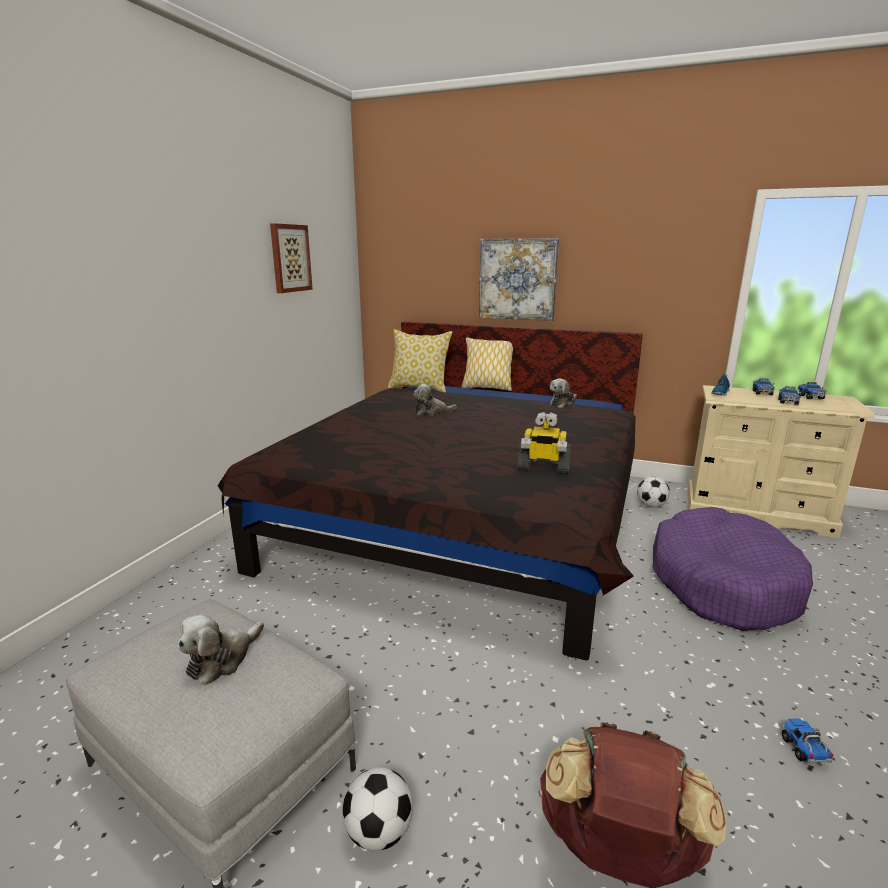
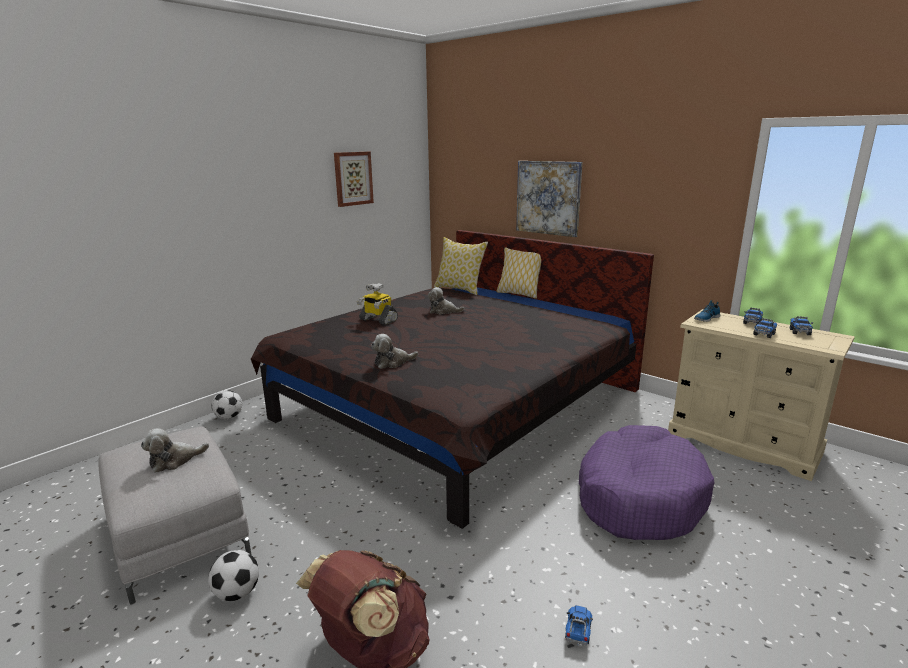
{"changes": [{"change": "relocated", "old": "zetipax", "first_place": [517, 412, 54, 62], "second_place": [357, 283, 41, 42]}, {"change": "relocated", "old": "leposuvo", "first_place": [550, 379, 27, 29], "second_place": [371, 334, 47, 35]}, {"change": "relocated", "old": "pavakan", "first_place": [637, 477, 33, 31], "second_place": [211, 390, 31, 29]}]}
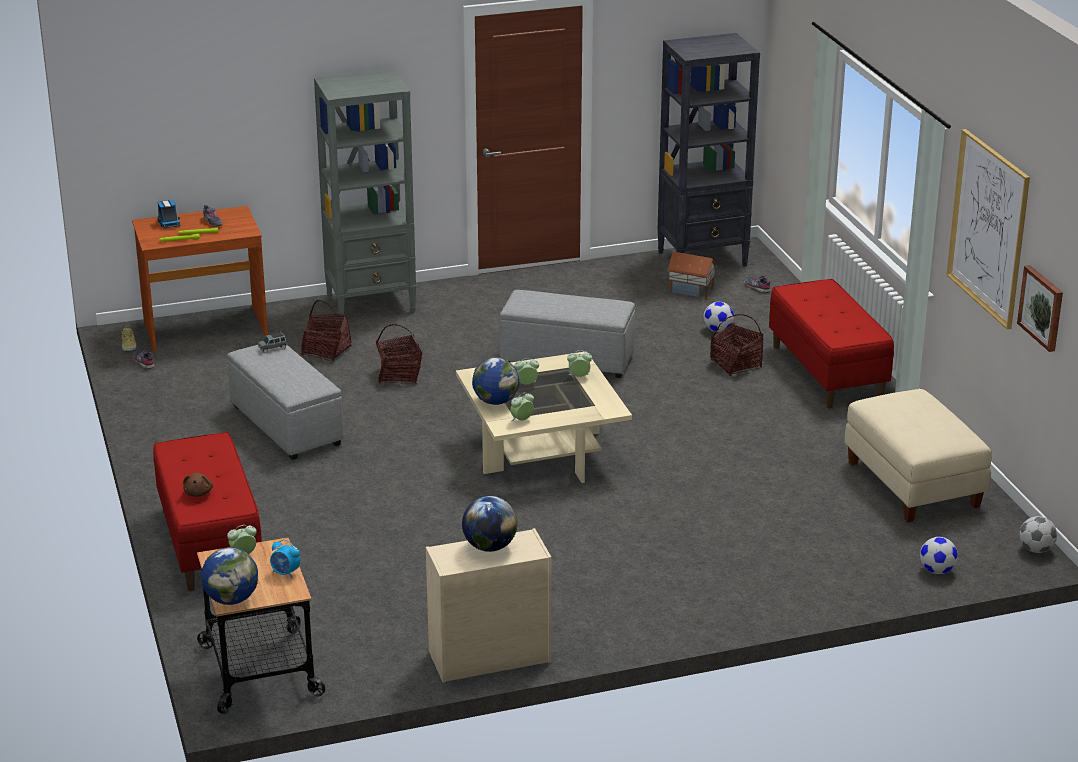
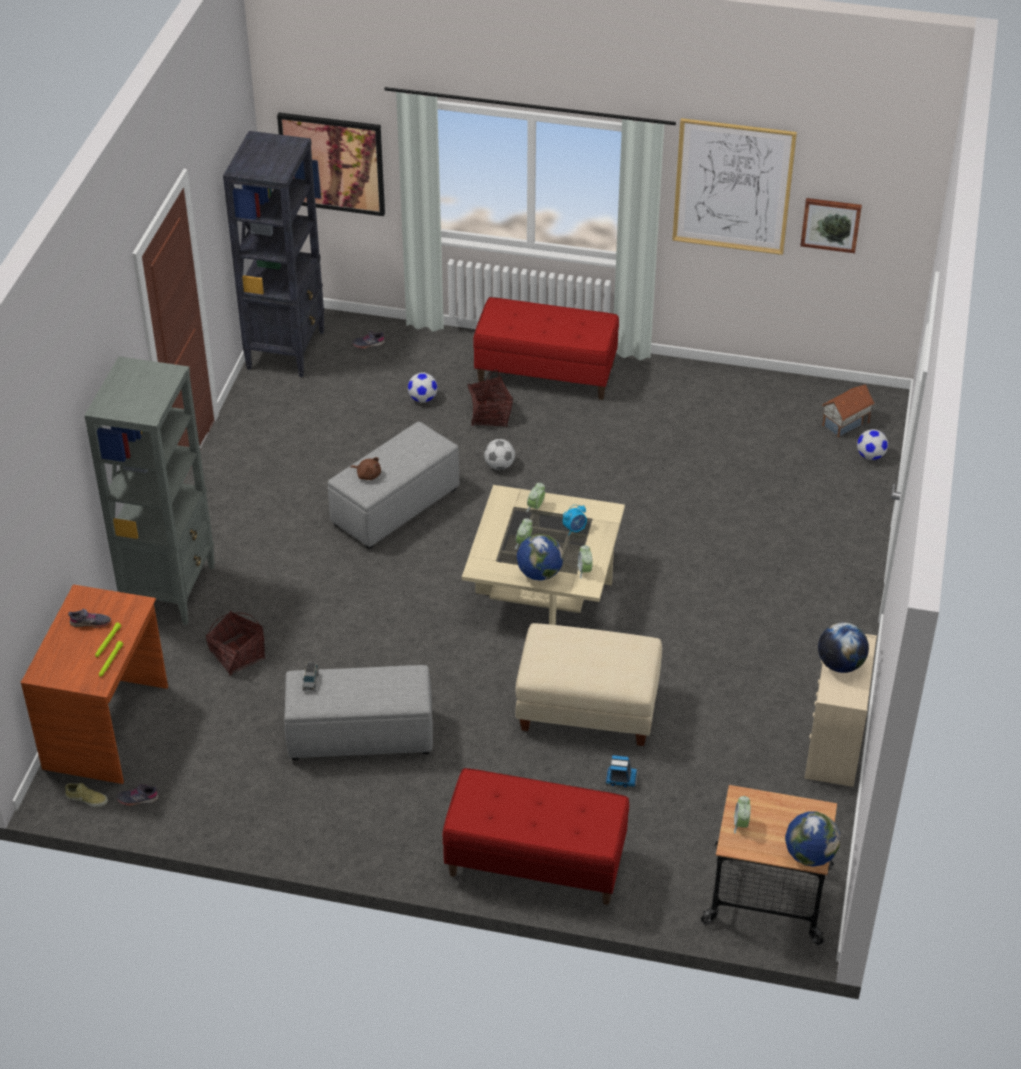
{"changes": [{"change": "missing", "old": "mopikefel", "first_place": [376, 324, 46, 60]}, {"change": "appeared", "new": "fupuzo", "second_place": [277, 113, 108, 103]}, {"change": "relocated", "old": "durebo", "first_place": [157, 200, 23, 28], "second_place": [605, 755, 33, 32]}, {"change": "relocated", "old": "brown_leposuvo", "first_place": [183, 473, 30, 24], "second_place": [350, 457, 31, 23]}, {"change": "relocated", "old": "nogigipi", "first_place": [270, 539, 30, 39], "second_place": [563, 505, 24, 30]}, {"change": "relocated", "old": "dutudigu", "first_place": [667, 252, 50, 48], "second_place": [822, 385, 53, 52]}, {"change": "relocated", "old": "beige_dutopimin", "first_place": [844, 389, 148, 133], "second_place": [515, 623, 147, 123]}, {"change": "relocated", "old": "pavakan", "first_place": [1019, 516, 38, 37], "second_place": [484, 439, 31, 31]}]}
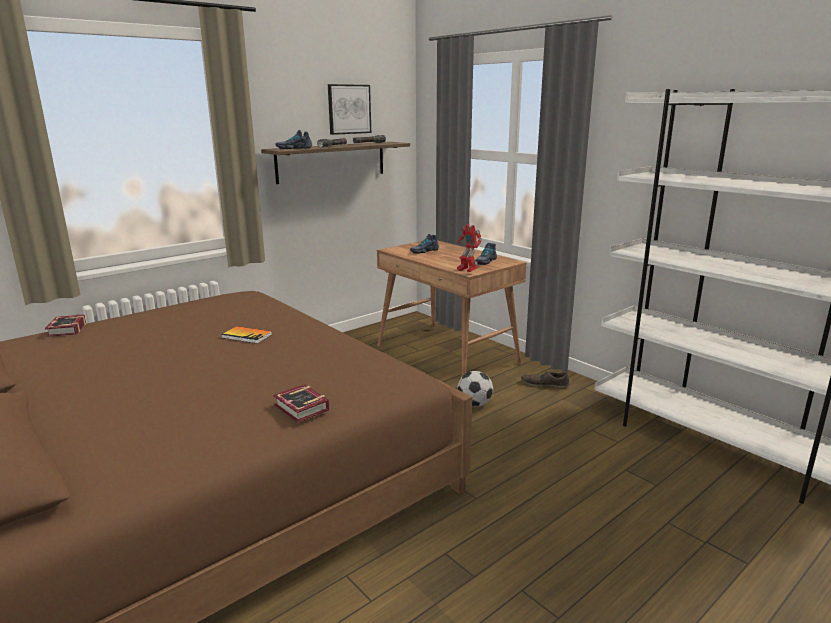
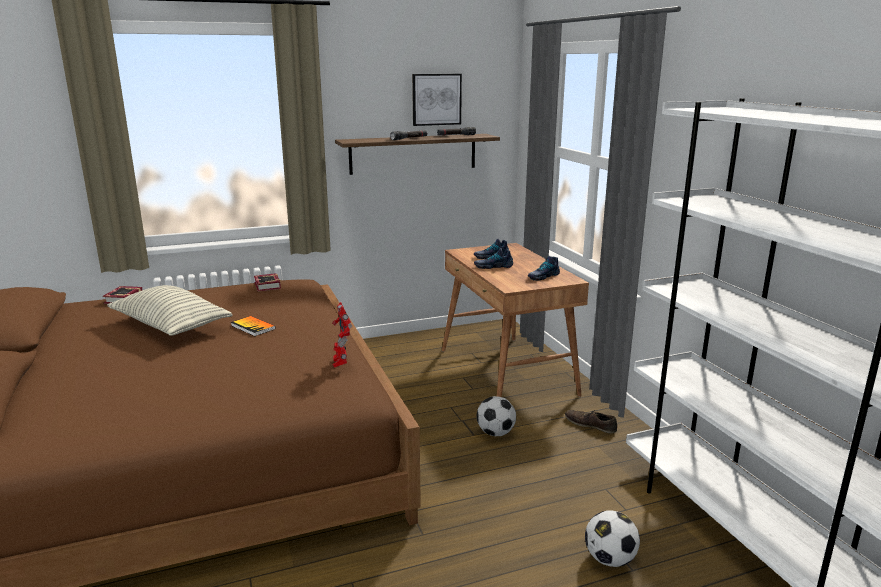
{"changes": [{"change": "appeared", "new": "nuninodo", "second_place": [107, 285, 126, 51]}, {"change": "appeared", "new": "pavakan", "second_place": [585, 510, 55, 57]}, {"change": "relocated", "old": "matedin", "first_place": [273, 384, 56, 39], "second_place": [254, 273, 27, 18]}, {"change": "relocated", "old": "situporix", "first_place": [275, 130, 37, 19], "second_place": [474, 248, 39, 21]}, {"change": "relocated", "old": "zetipax", "first_place": [457, 224, 25, 48], "second_place": [332, 302, 20, 66]}]}
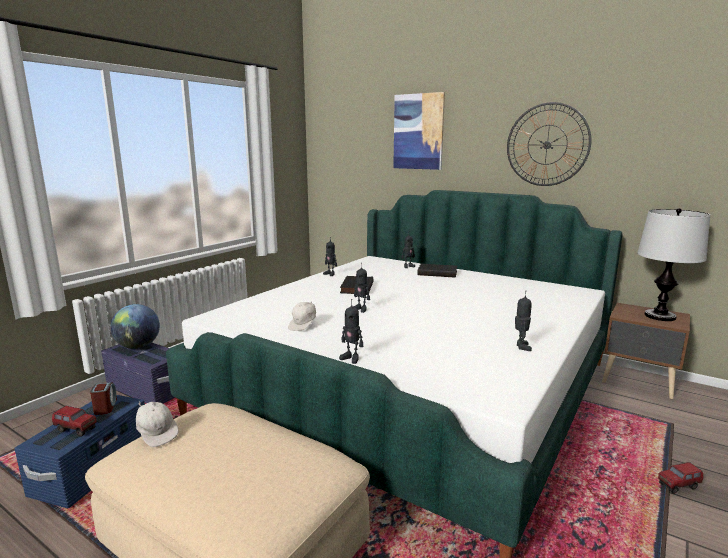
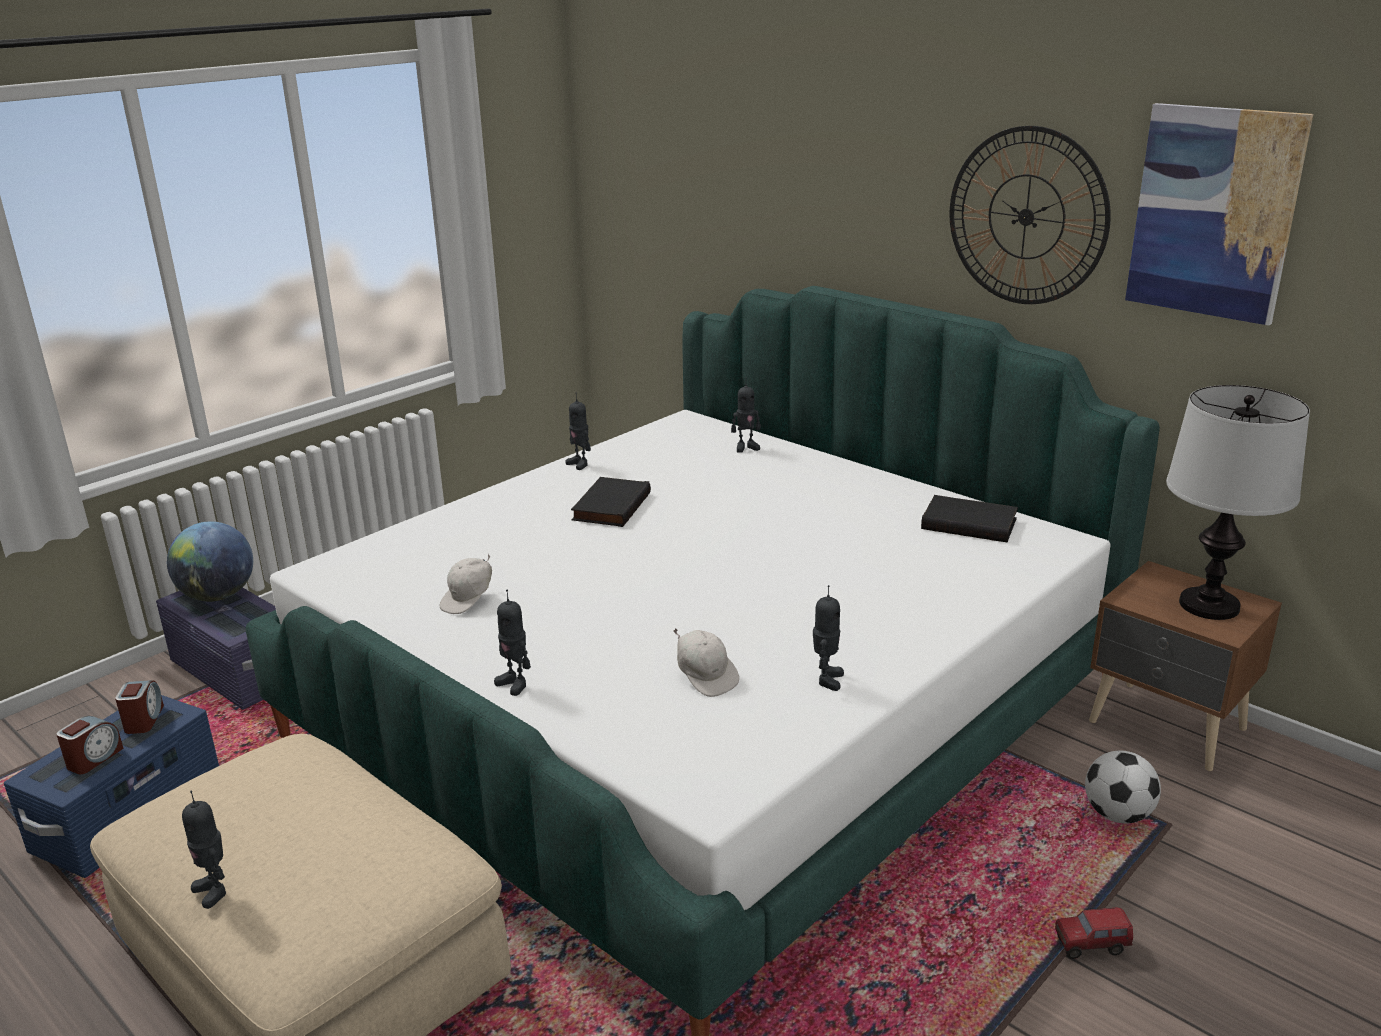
{"changes": [{"change": "appeared", "new": "pavakan", "second_place": [1085, 750, 76, 74]}, {"change": "relocated", "old": "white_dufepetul", "first_place": [136, 402, 43, 45], "second_place": [673, 628, 66, 69]}, {"change": "relocated", "old": "zetipax", "first_place": [353, 263, 17, 50], "second_place": [182, 791, 44, 118]}, {"change": "relocated", "old": "fupuzo", "first_place": [393, 92, 52, 78], "second_place": [1125, 103, 188, 223]}, {"change": "relocated", "old": "black_matedin", "first_place": [417, 264, 40, 14], "second_place": [921, 495, 97, 47]}, {"change": "exchanged", "old": "durebo", "new": "nogigipi", "first_place": [52, 406, 45, 31], "second_place": [56, 716, 68, 58]}]}
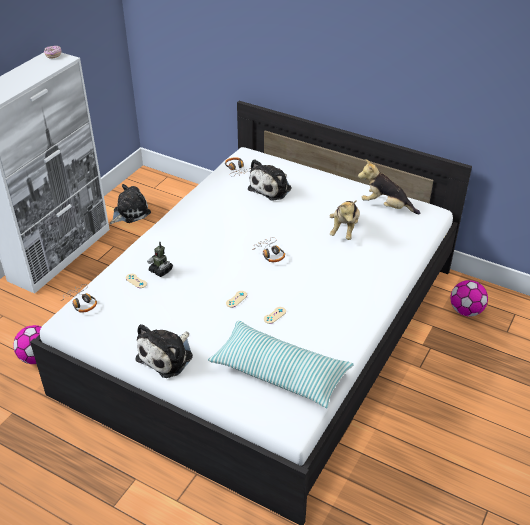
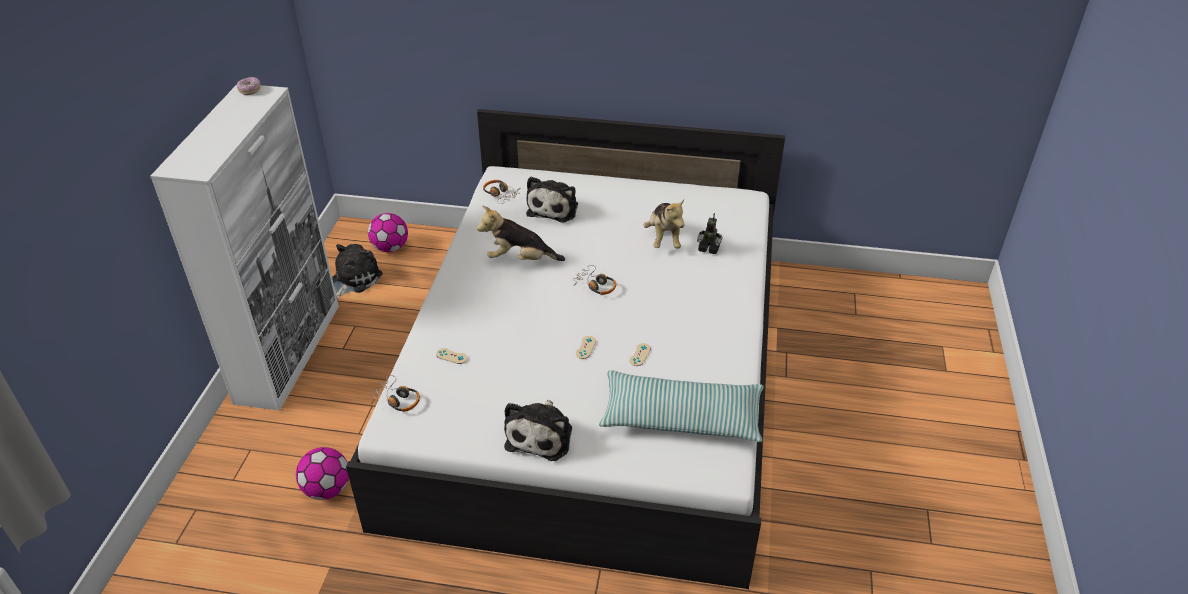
{"changes": [{"change": "relocated", "old": "zetipax", "first_place": [147, 242, 26, 35], "second_place": [697, 213, 26, 41]}, {"change": "relocated", "old": "leposuvo", "first_place": [358, 159, 62, 55], "second_place": [477, 206, 88, 55]}, {"change": "relocated", "old": "pavakan", "first_place": [450, 280, 38, 37], "second_place": [368, 213, 40, 39]}]}
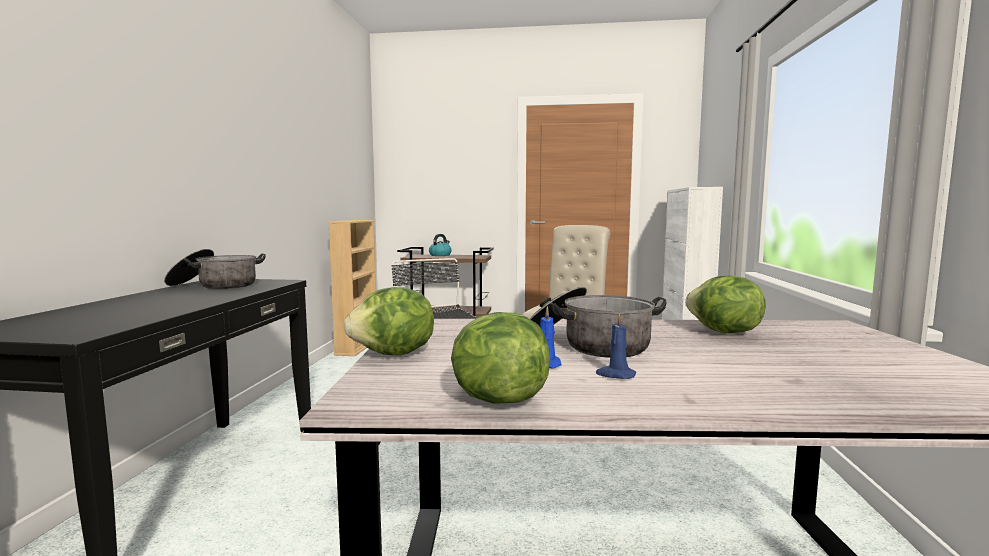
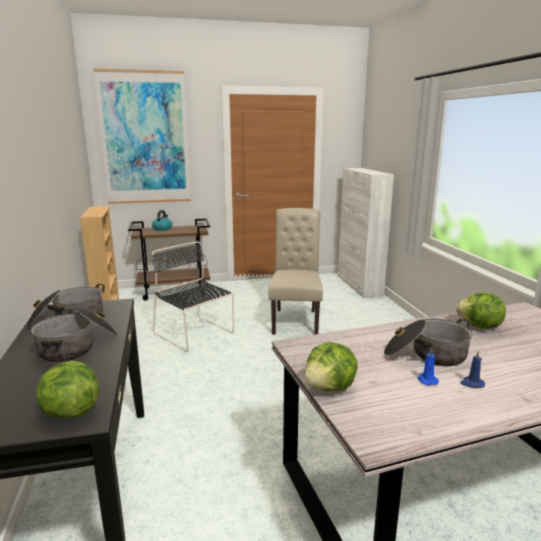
{"changes": [{"change": "appeared", "new": "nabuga", "second_place": [31, 307, 87, 55]}, {"change": "appeared", "new": "fupuzo", "second_place": [93, 69, 98, 135]}, {"change": "relocated", "old": "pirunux", "first_place": [451, 312, 99, 92], "second_place": [36, 361, 63, 57]}]}
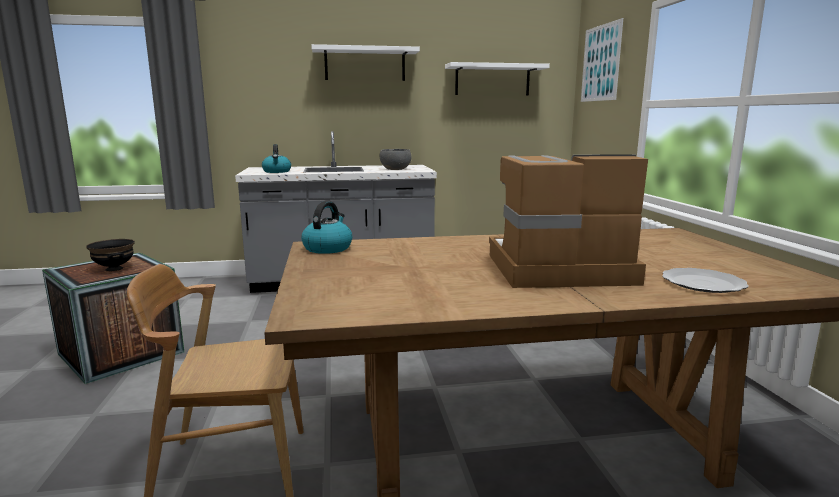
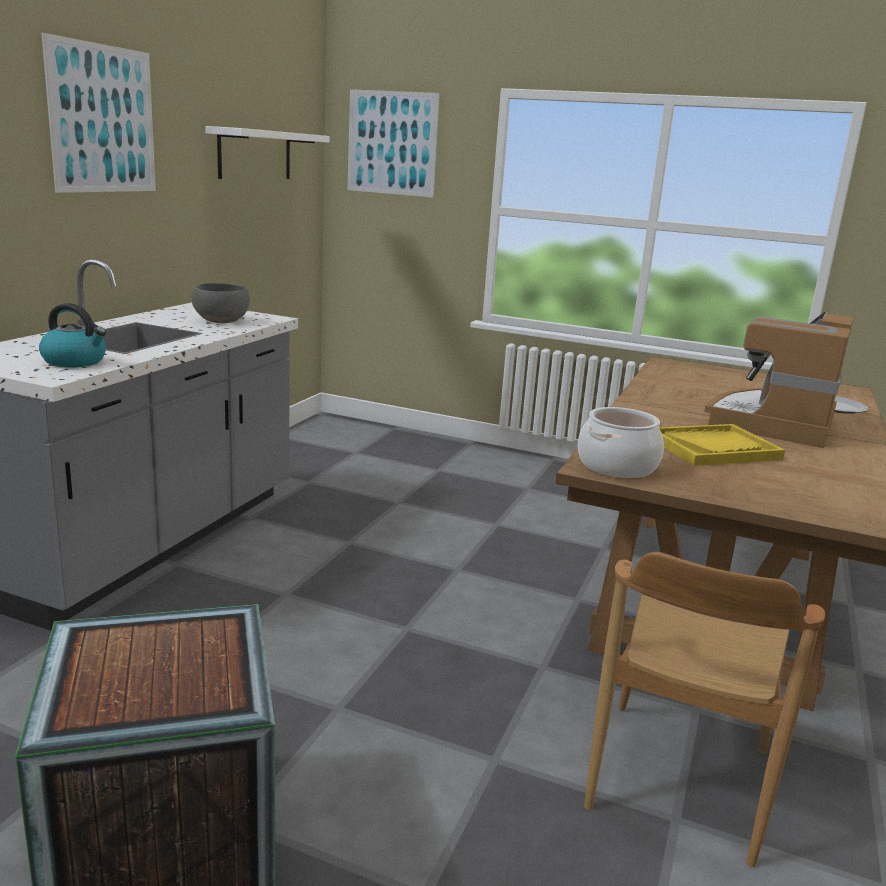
{"changes": [{"change": "missing", "old": "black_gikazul", "first_place": [86, 239, 49, 32]}, {"change": "appeared", "new": "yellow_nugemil", "second_place": [659, 424, 126, 42]}, {"change": "exchanged", "old": "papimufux", "new": "nabuga", "first_place": [301, 201, 51, 53], "second_place": [578, 407, 86, 71]}, {"change": "exchanged", "old": "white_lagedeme", "new": "fupuzo", "first_place": [311, 44, 109, 37], "second_place": [41, 33, 115, 160]}]}
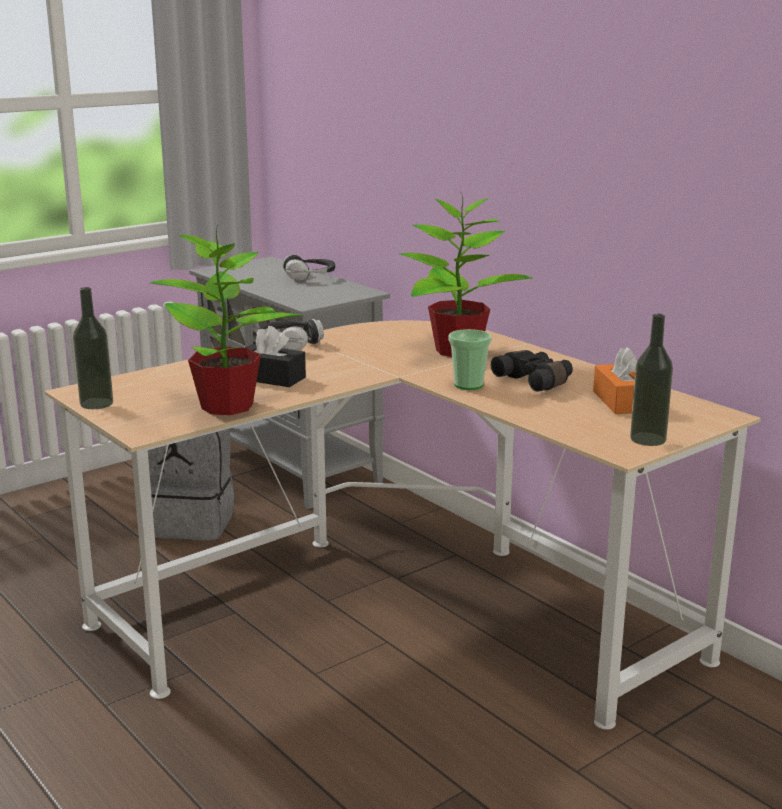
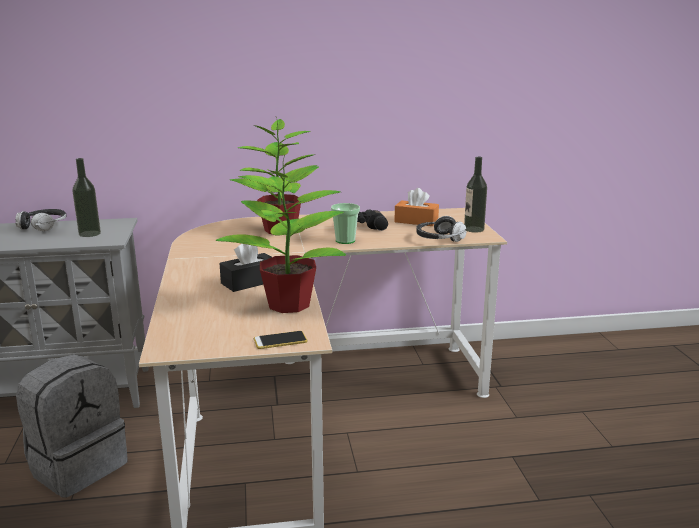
{"changes": [{"change": "appeared", "new": "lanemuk", "second_place": [254, 331, 53, 18]}, {"change": "relocated", "old": "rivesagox", "first_place": [73, 287, 40, 122], "second_place": [72, 158, 29, 79]}, {"change": "relocated", "old": "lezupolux", "first_place": [259, 319, 65, 32], "second_place": [416, 216, 50, 26]}]}
